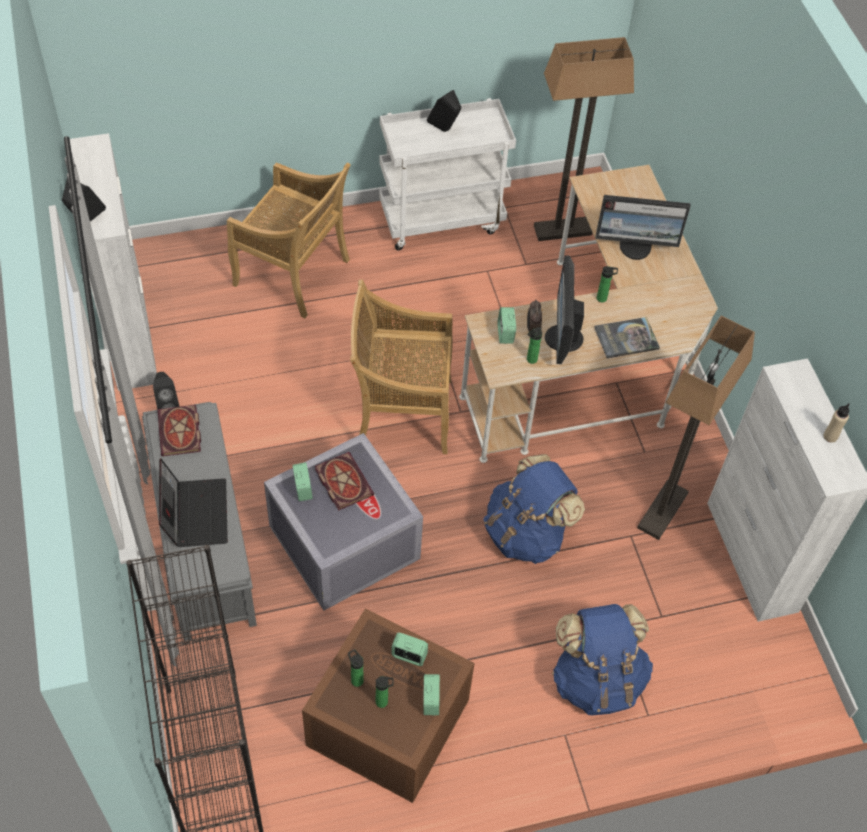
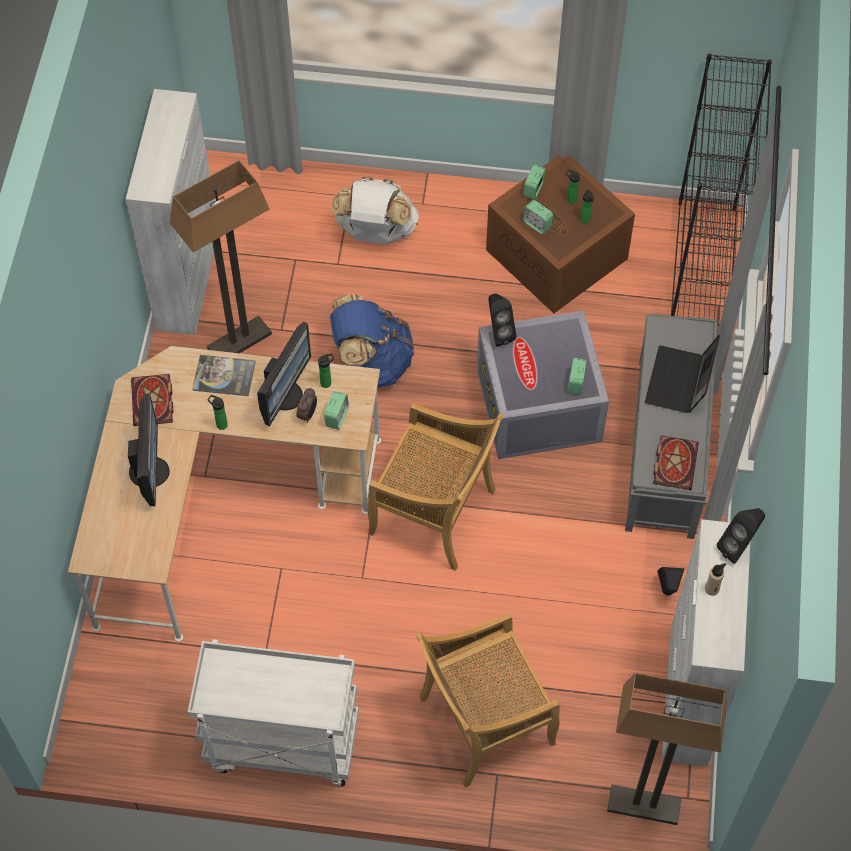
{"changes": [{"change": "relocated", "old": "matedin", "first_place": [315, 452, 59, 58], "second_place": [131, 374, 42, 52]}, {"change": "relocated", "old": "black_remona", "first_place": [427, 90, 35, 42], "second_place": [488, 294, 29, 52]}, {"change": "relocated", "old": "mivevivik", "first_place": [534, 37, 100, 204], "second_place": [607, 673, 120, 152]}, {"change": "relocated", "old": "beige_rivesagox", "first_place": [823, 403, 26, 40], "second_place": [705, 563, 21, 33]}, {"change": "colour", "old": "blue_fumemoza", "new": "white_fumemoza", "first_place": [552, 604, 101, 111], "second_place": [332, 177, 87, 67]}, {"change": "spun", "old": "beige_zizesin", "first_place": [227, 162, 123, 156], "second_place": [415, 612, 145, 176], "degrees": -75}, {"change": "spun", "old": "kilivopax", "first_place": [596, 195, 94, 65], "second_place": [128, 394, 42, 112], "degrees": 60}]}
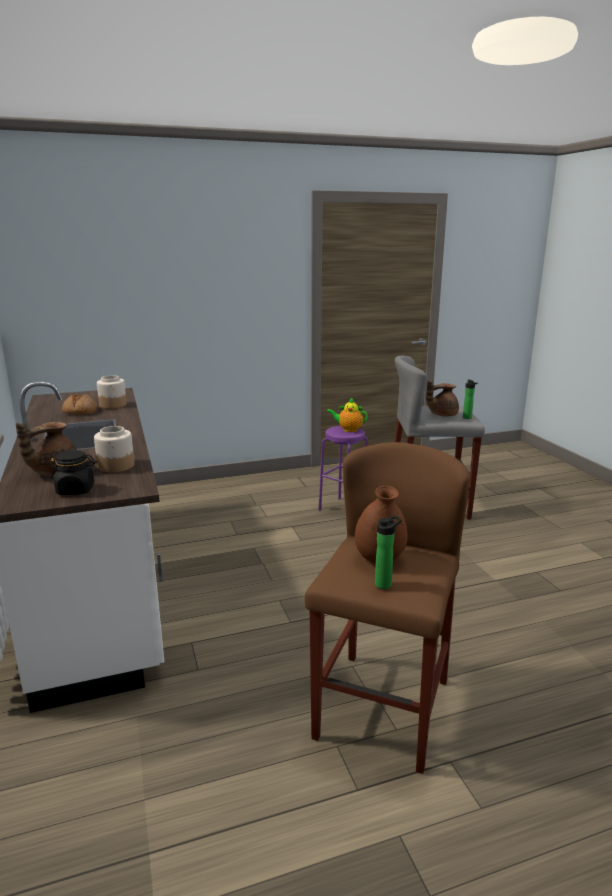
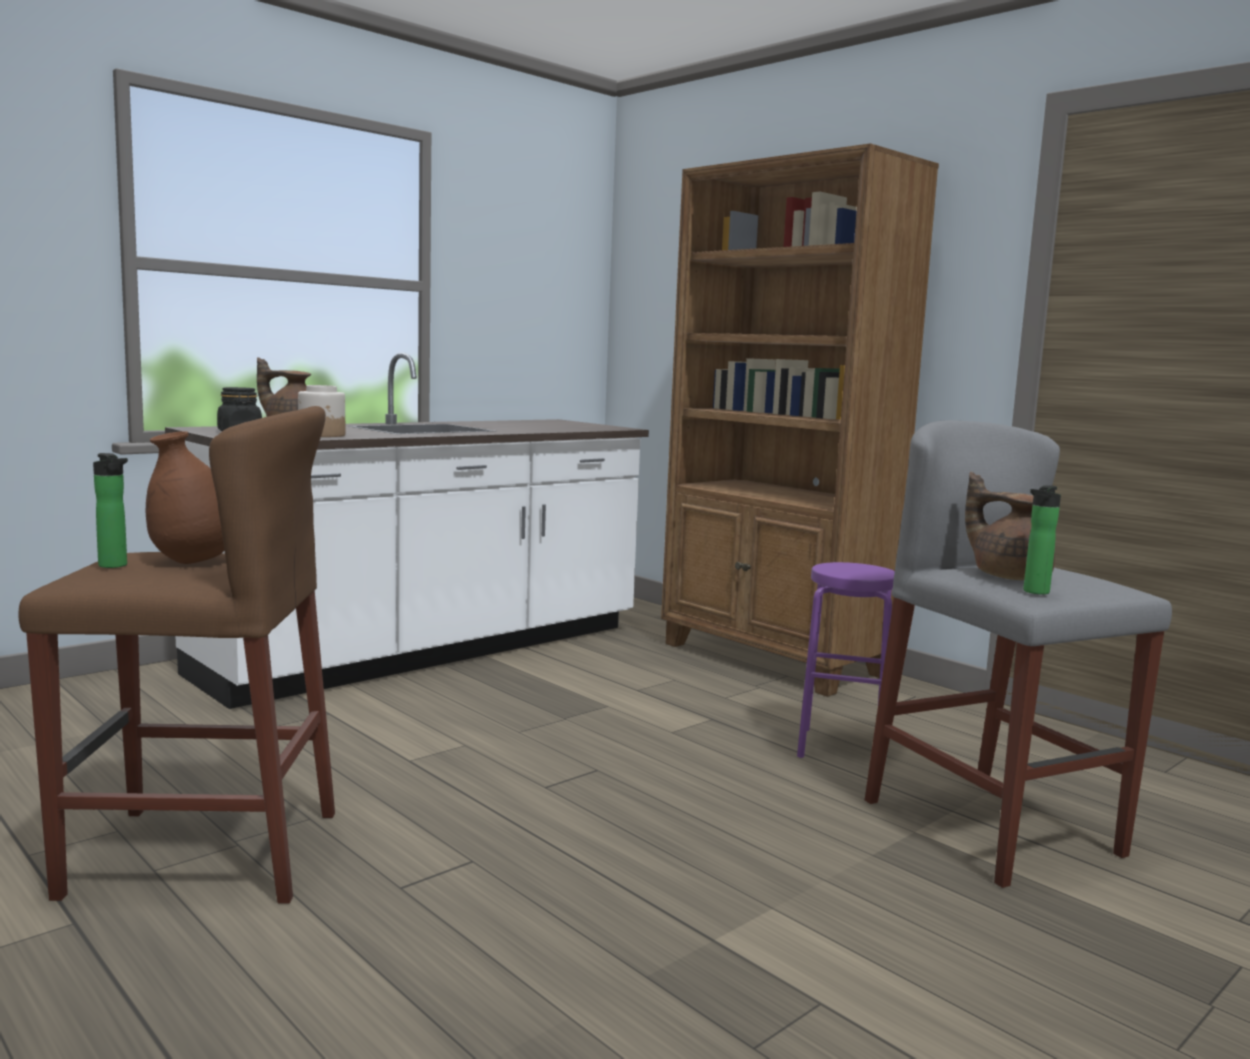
{"changes": [{"change": "missing", "old": "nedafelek", "first_place": [62, 394, 35, 21]}, {"change": "missing", "old": "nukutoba", "first_place": [97, 375, 30, 34]}, {"change": "missing", "old": "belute", "first_place": [327, 398, 41, 34]}, {"change": "appeared", "new": "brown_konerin", "second_place": [661, 143, 278, 554]}]}
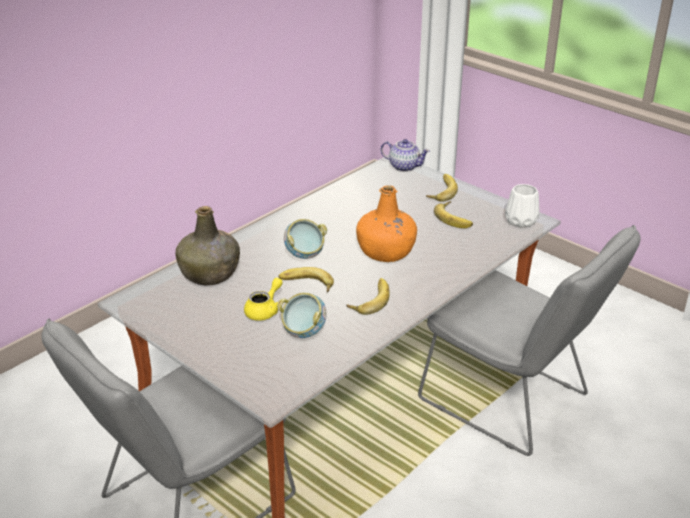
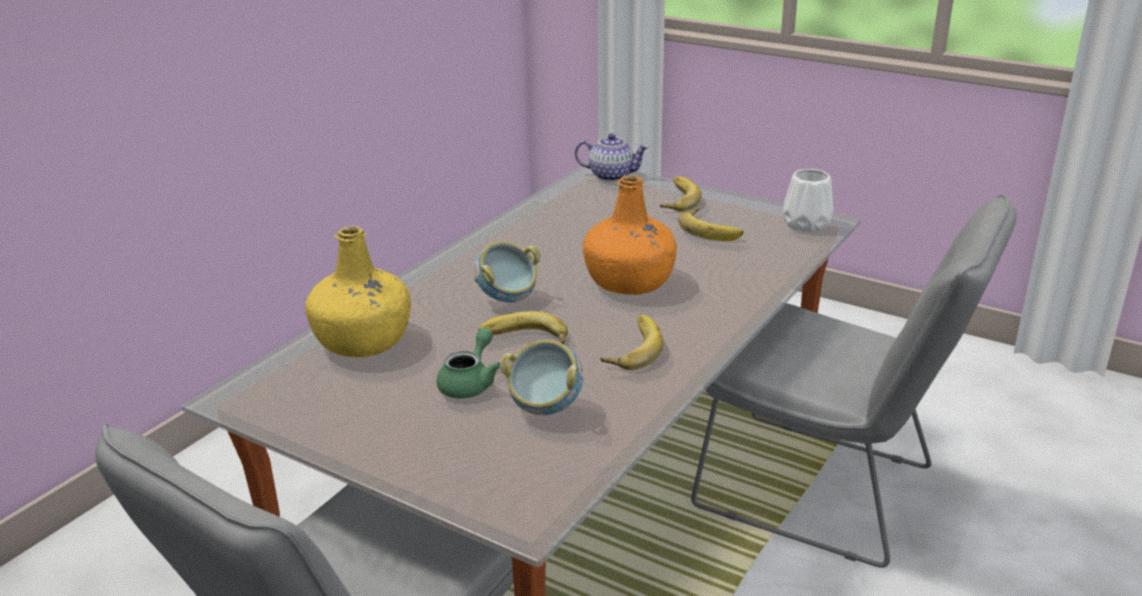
{"changes": [{"change": "colour", "old": "green_rivesagox", "new": "yellow_rivesagox", "first_place": [175, 206, 65, 79], "second_place": [305, 226, 106, 131]}, {"change": "colour", "old": "yellow_belute", "new": "green_belute", "first_place": [244, 278, 39, 43], "second_place": [436, 327, 64, 72]}]}
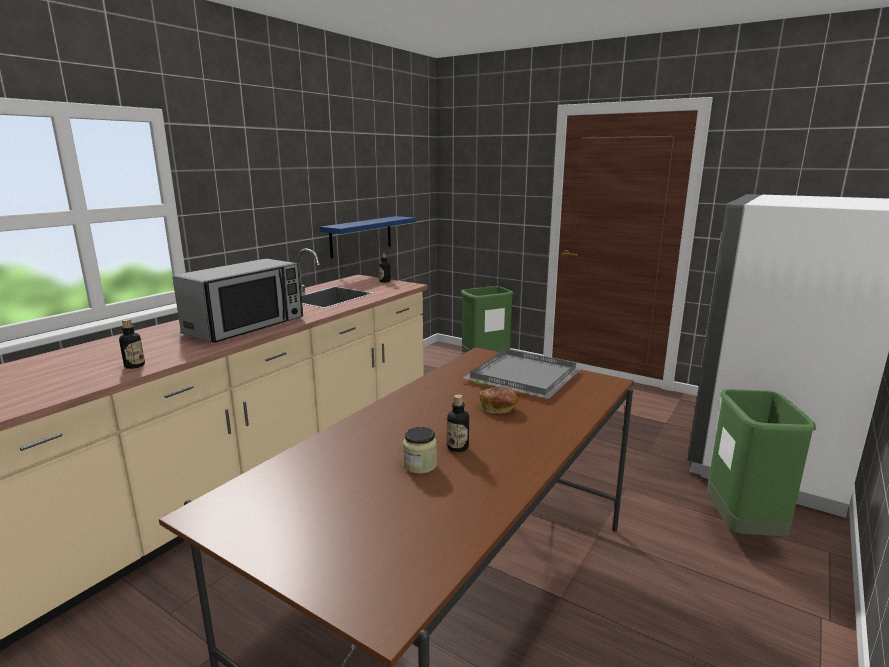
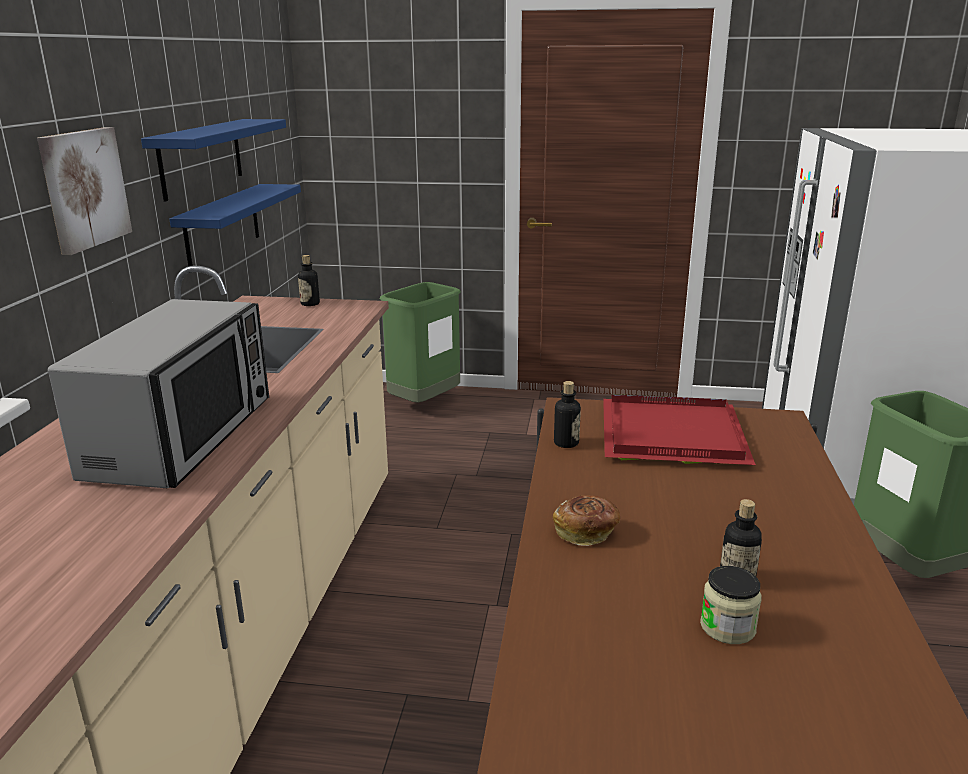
{"changes": [{"change": "appeared", "new": "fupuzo", "second_place": [37, 127, 95, 128]}, {"change": "appeared", "new": "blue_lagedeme", "second_place": [141, 119, 145, 82]}, {"change": "relocated", "old": "rivesagox", "first_place": [119, 319, 26, 50], "second_place": [554, 381, 27, 67]}, {"change": "relocated", "old": "nedafelek", "first_place": [479, 387, 40, 26], "second_place": [553, 495, 67, 51]}, {"change": "colour", "old": "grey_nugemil", "new": "red_nugemil", "first_place": [463, 349, 119, 50], "second_place": [603, 394, 153, 71]}]}
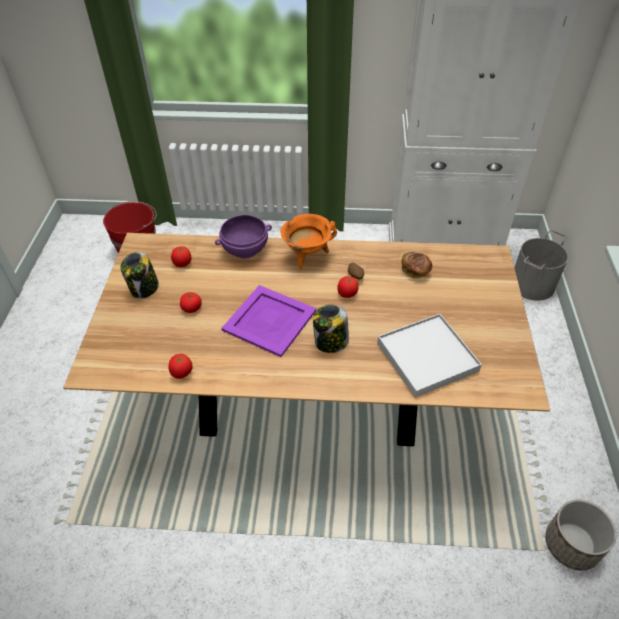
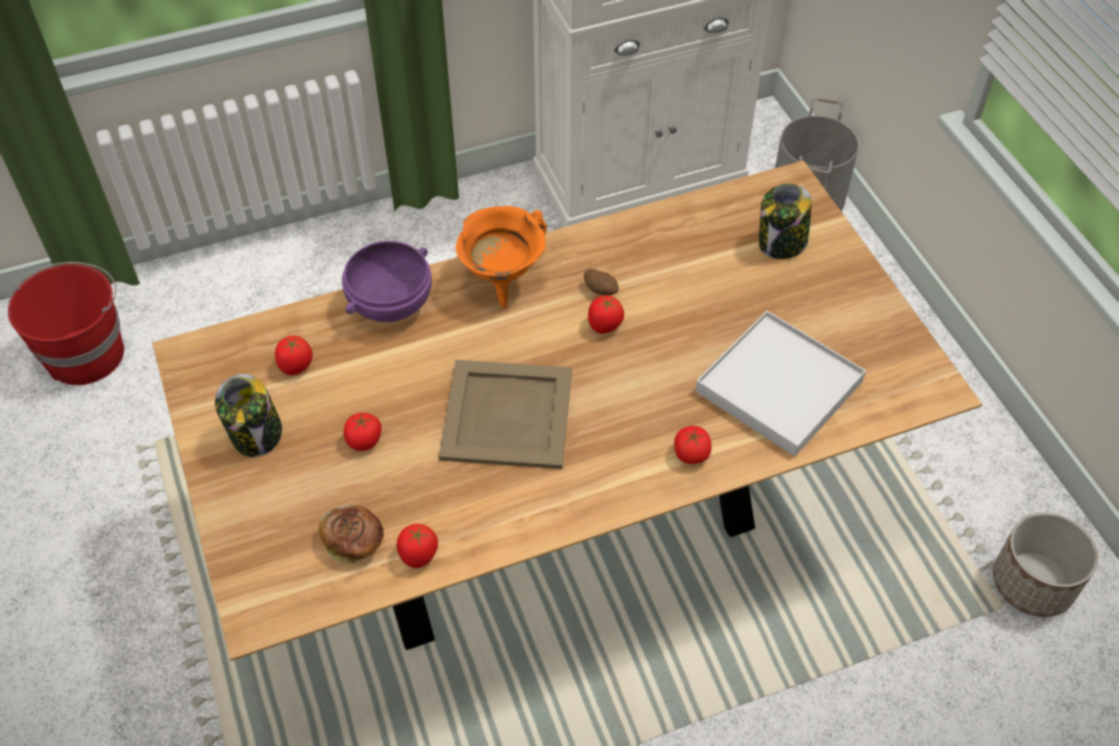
{"changes": [{"change": "appeared", "new": "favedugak", "second_place": [674, 426, 38, 38]}, {"change": "relocated", "old": "nukutoba", "first_place": [313, 305, 36, 48], "second_place": [759, 184, 53, 75]}, {"change": "relocated", "old": "nedafelek", "first_place": [401, 252, 31, 26], "second_place": [319, 504, 65, 59]}, {"change": "colour", "old": "purple_nugemil", "new": "beige_nugemil", "first_place": [221, 285, 95, 72], "second_place": [439, 360, 133, 109]}]}
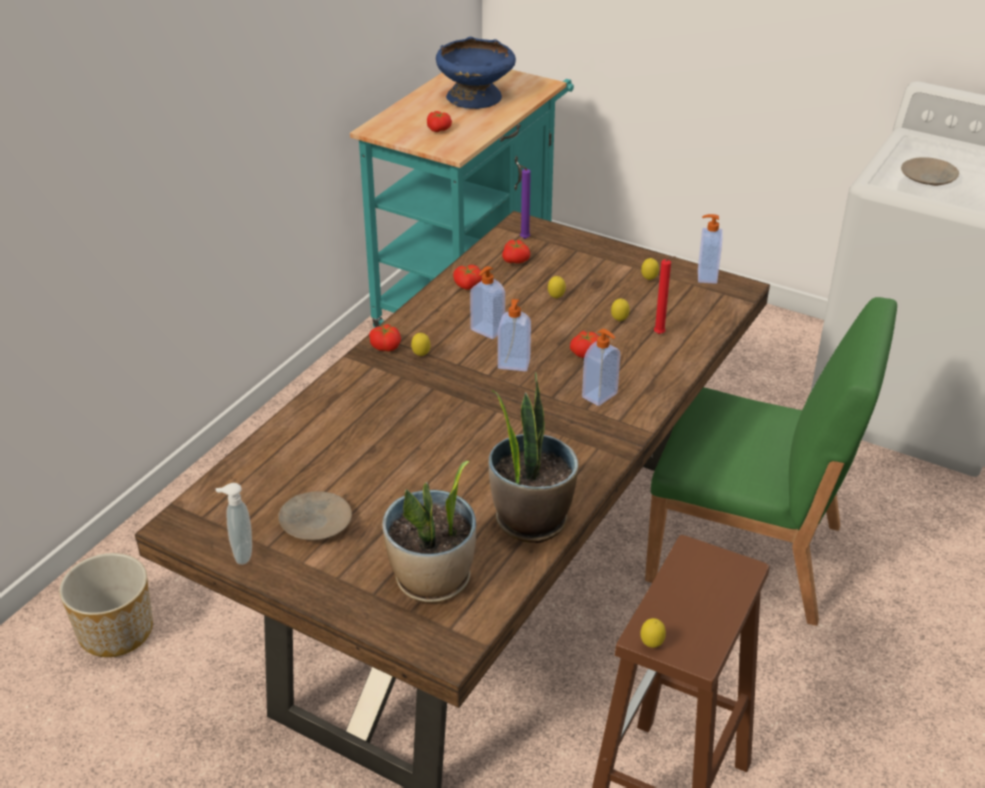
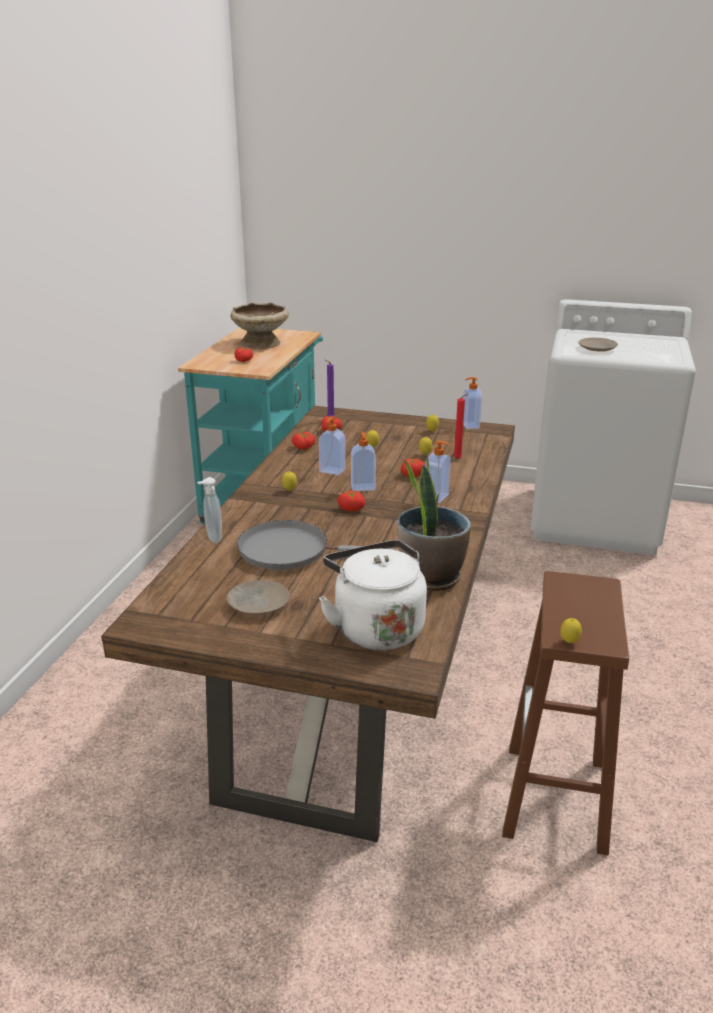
{"changes": [{"change": "missing", "old": "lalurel", "first_place": [59, 553, 94, 104]}, {"change": "missing", "old": "green_zizesin", "first_place": [645, 297, 252, 329]}, {"change": "appeared", "new": "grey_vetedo", "second_place": [237, 520, 156, 50]}, {"change": "relocated", "old": "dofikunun", "first_place": [216, 483, 36, 82], "second_place": [197, 477, 25, 66]}, {"change": "relocated", "old": "favedugak", "first_place": [369, 324, 32, 27], "second_place": [337, 490, 28, 21]}, {"change": "exchanged", "old": "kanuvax", "new": "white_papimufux", "first_place": [382, 461, 94, 142], "second_place": [319, 540, 108, 110]}, {"change": "colour", "old": "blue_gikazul", "new": "beige_gikazul", "first_place": [436, 37, 80, 72], "second_place": [230, 302, 59, 47]}]}
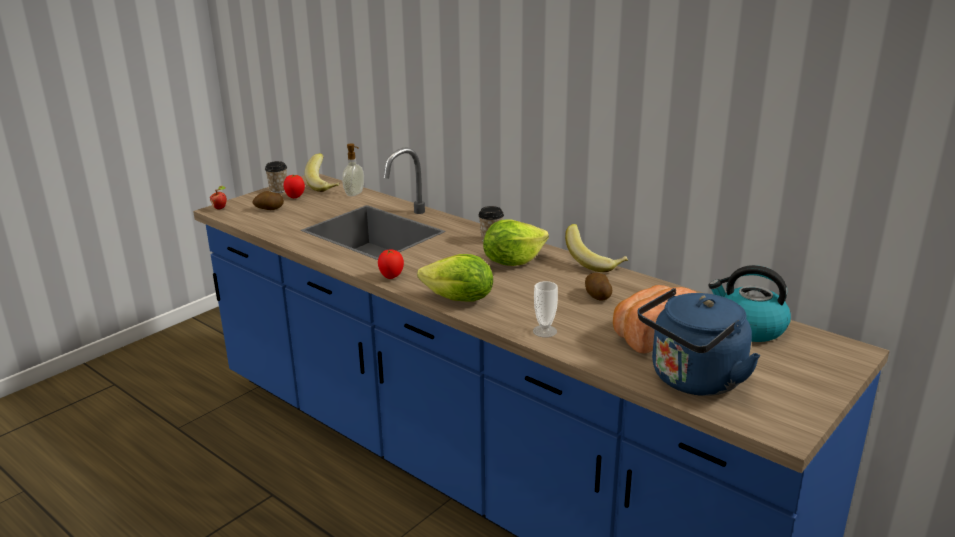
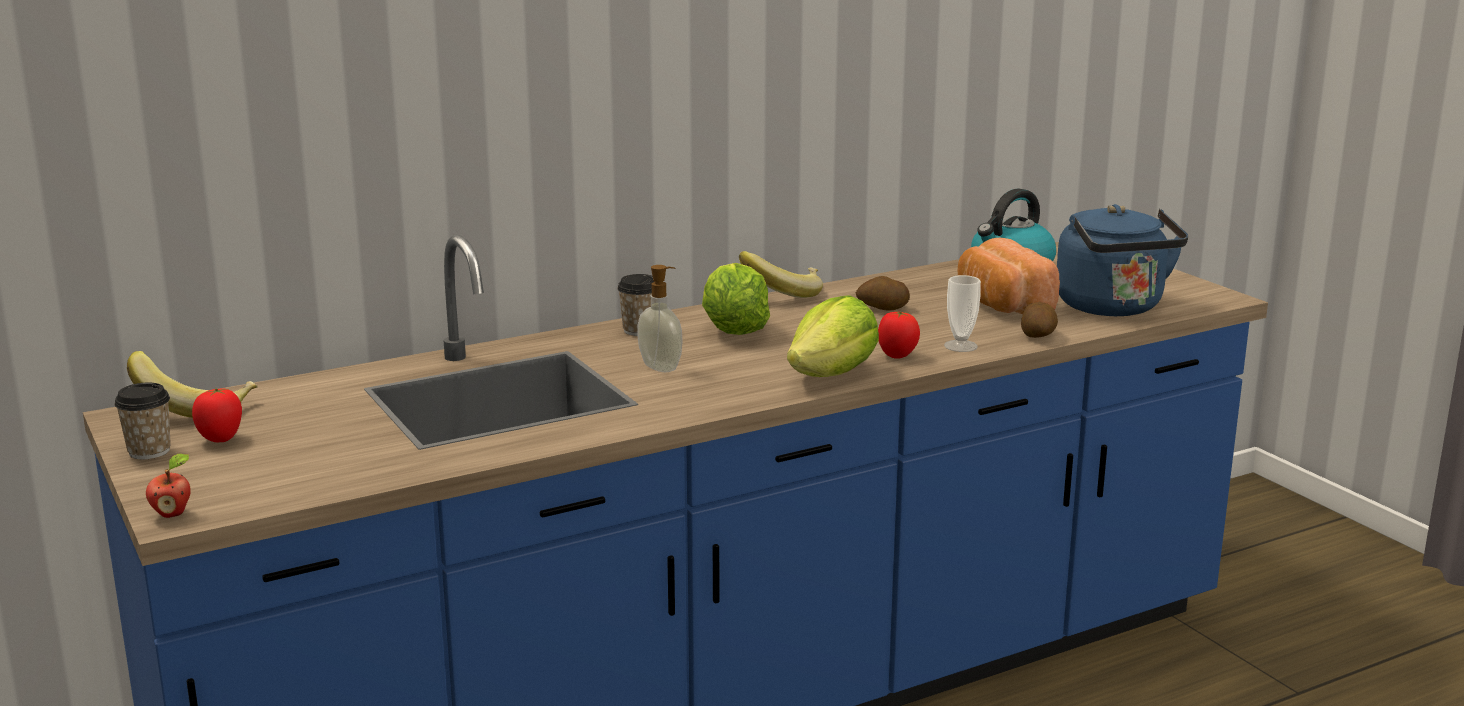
{"changes": [{"change": "relocated", "old": "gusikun", "first_place": [252, 191, 32, 19], "second_place": [1021, 302, 37, 36]}, {"change": "relocated", "old": "dofikunun", "first_place": [342, 143, 22, 53], "second_place": [637, 265, 46, 107]}, {"change": "relocated", "old": "favedugak", "first_place": [378, 249, 26, 30], "second_place": [878, 311, 42, 48]}]}
